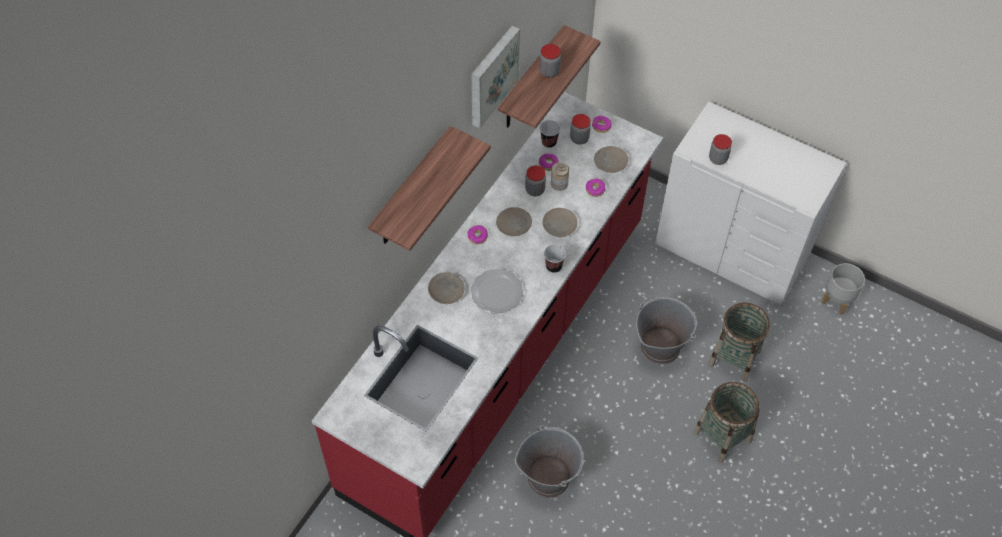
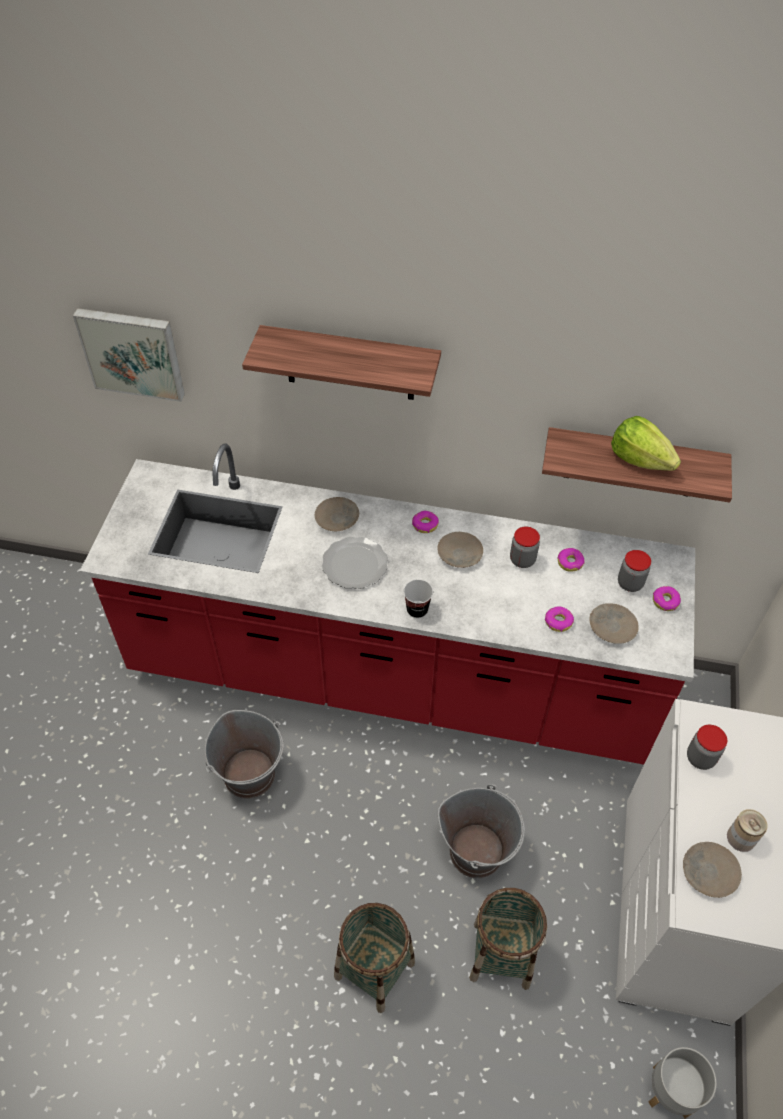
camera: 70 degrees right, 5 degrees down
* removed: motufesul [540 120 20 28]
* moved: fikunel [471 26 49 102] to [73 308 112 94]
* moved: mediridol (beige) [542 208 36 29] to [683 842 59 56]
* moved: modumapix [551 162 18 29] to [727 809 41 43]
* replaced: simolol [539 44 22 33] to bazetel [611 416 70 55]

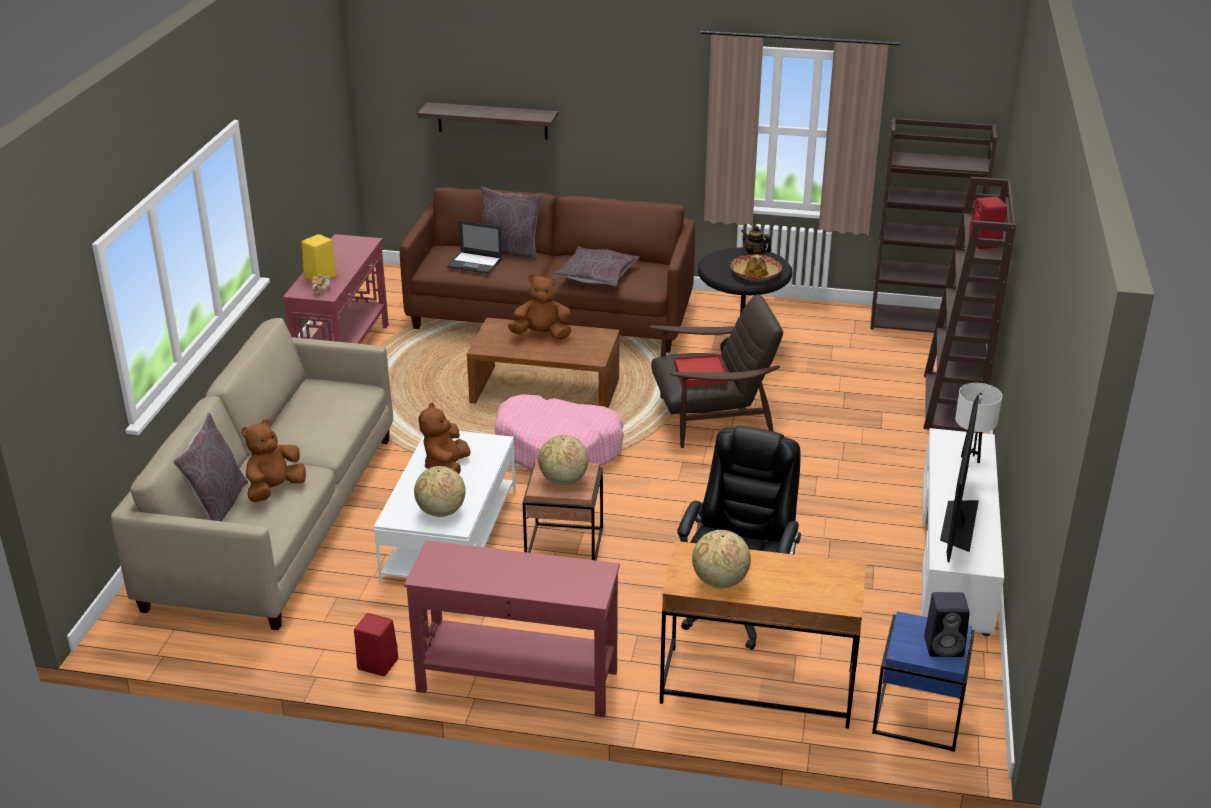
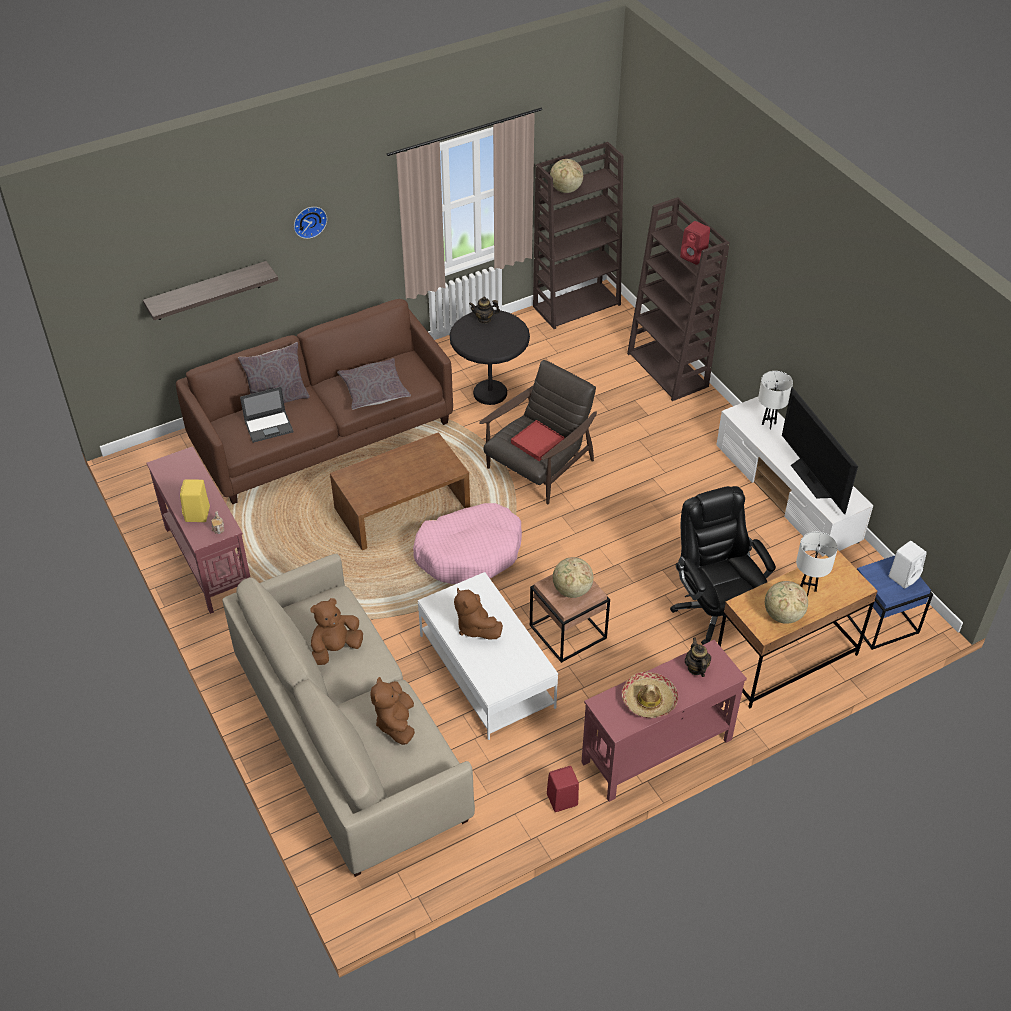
camera: 40 degrees left, 15 degrees up
* removed: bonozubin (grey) [173 413 75 108]
* added: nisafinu [294 207 33 32]
* added: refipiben [685 638 26 39]
* added: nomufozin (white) [796 532 42 64]
* moved: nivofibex [414 466 52 51] to [550 159 33 34]
* moved: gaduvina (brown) [508 274 63 66] to [311 598 52 67]
* moved: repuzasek [730 254 52 26] to [622 672 56 46]
* recoloured: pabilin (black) [924 592 46 65] to pabilin (white) [889 541 38 48]

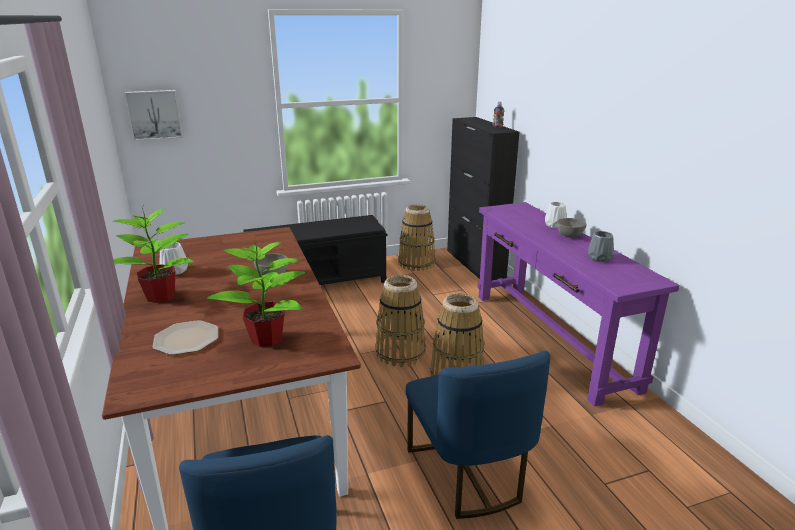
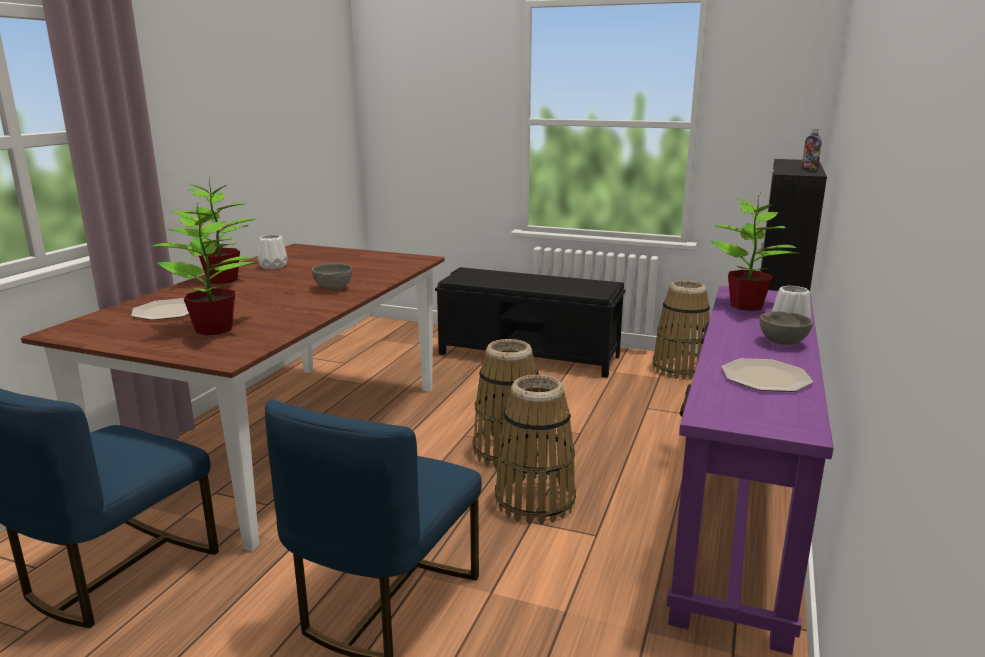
camera: 40 degrees right, 5 degrees down
* removed: fikunel [125 90 58 51]
* added: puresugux [710 194 90 117]
* replaced: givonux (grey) [588 231 26 31] to mediridol [721 358 92 34]

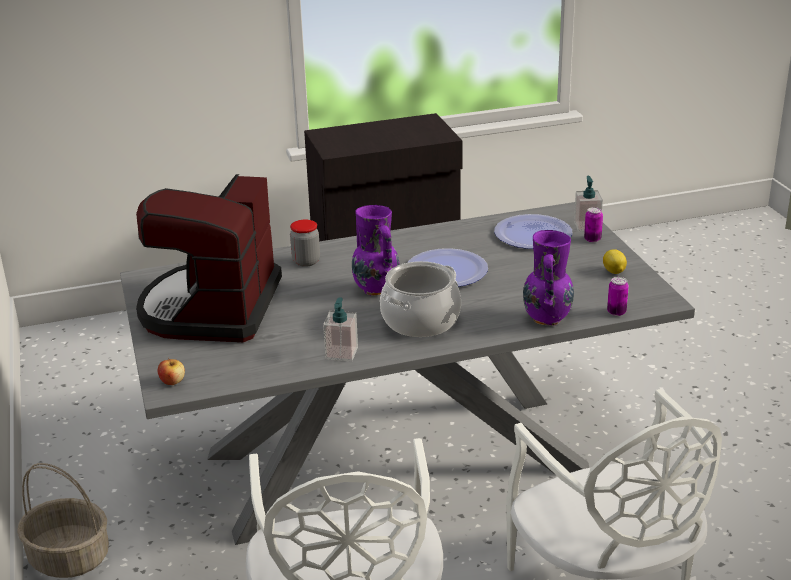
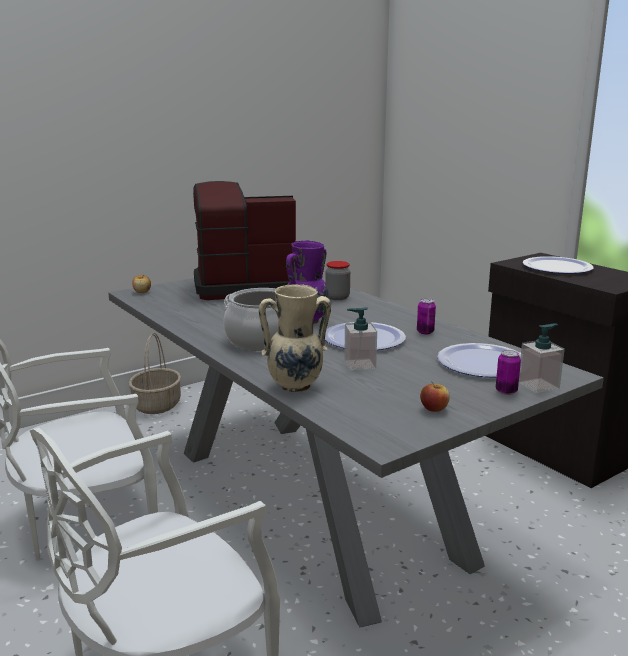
camera: 70 degrees right, 10 degrees down
* added: mediridol [523 256 71 18]
* moved: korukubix [323 297 35 64] to [344 307 33 64]
* moved: modumapix [607 277 22 39] to [417 299 19 36]
* replaced: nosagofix [603 249 24 25] to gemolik [420 381 30 31]
* recoloured: givonux (purple) [523 230 51 96] to givonux (beige) [259 284 72 108]

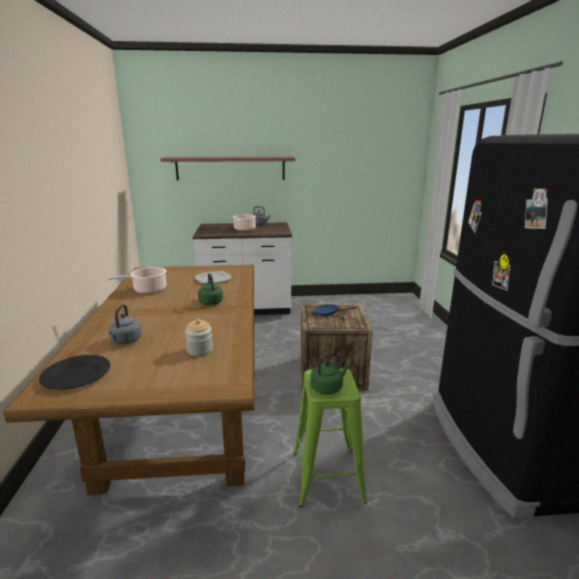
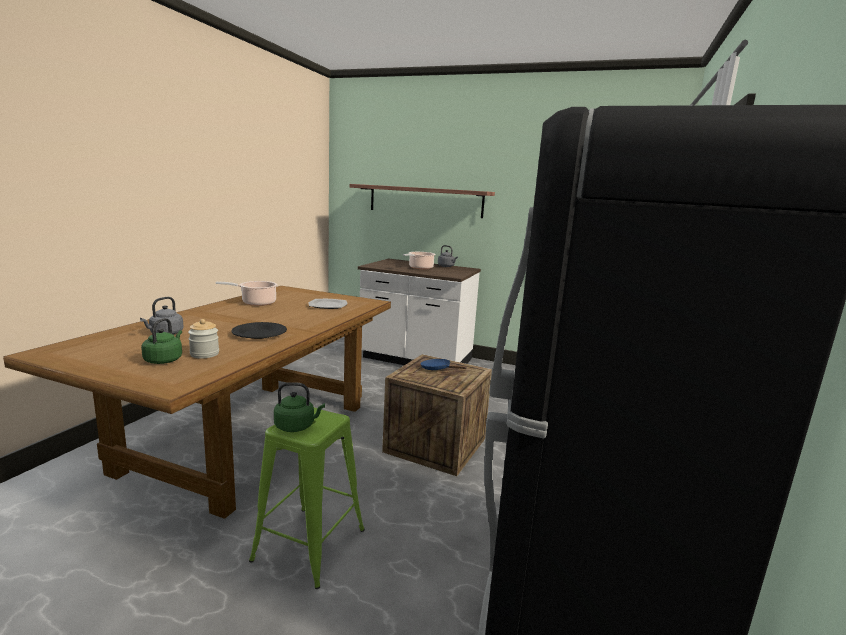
camera: 25 degrees right, 5 degrees down
* moved: mediridol (black) [39 355 71 35] to [231 322 56 17]
* moved: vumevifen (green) [198 273 25 32] to [141 318 41 46]

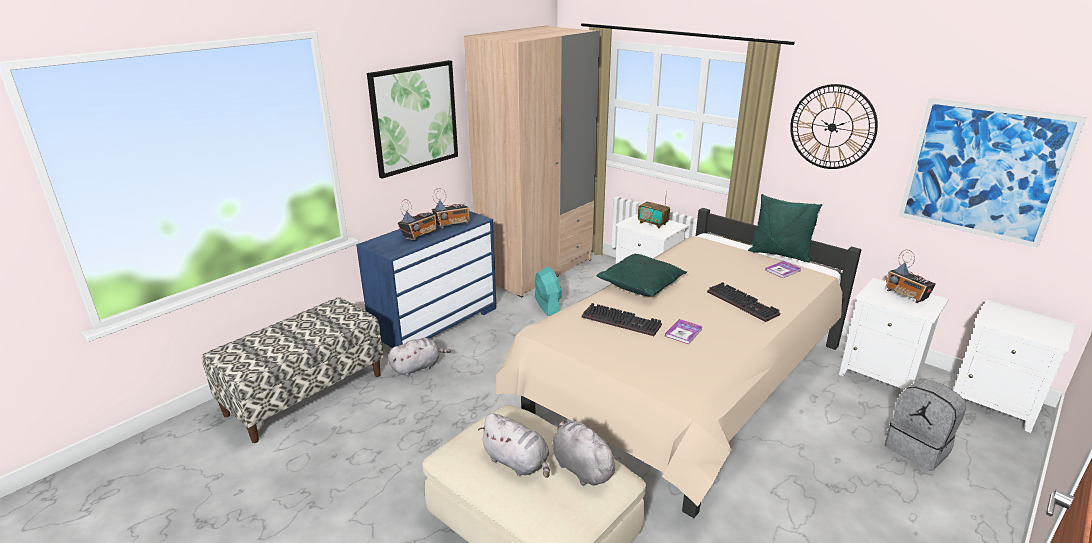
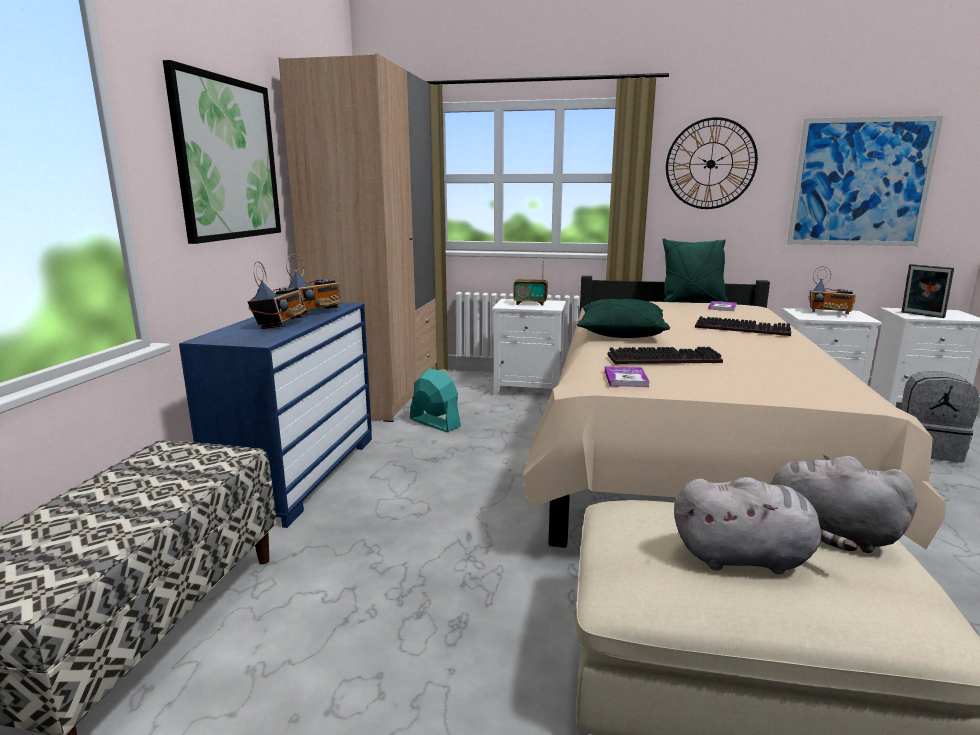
camera: 30 degrees left, 10 degrees down
* removed: gaduvina (grey) [388 338 63 38]
* added: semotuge [902 264 52 54]
* moved: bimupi [665 319 38 25] to [605 366 45 21]

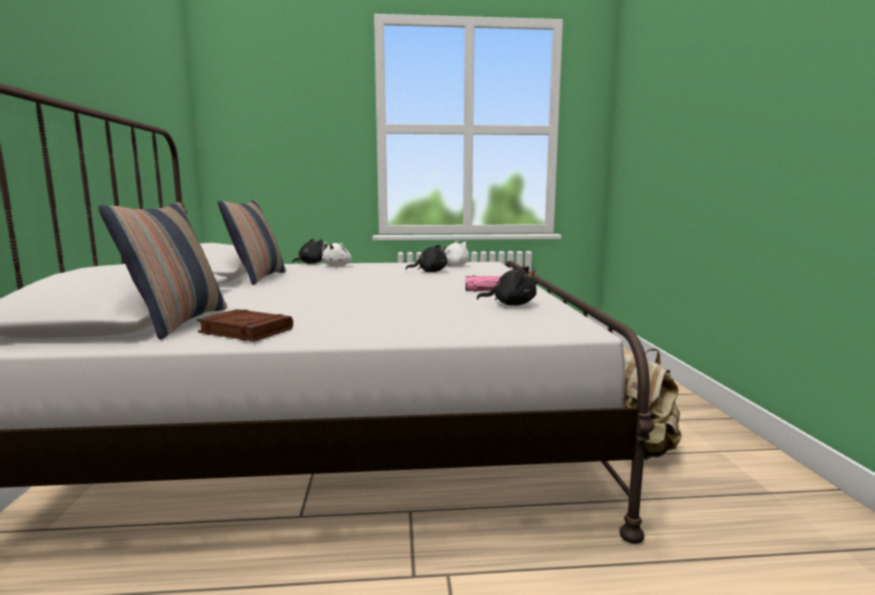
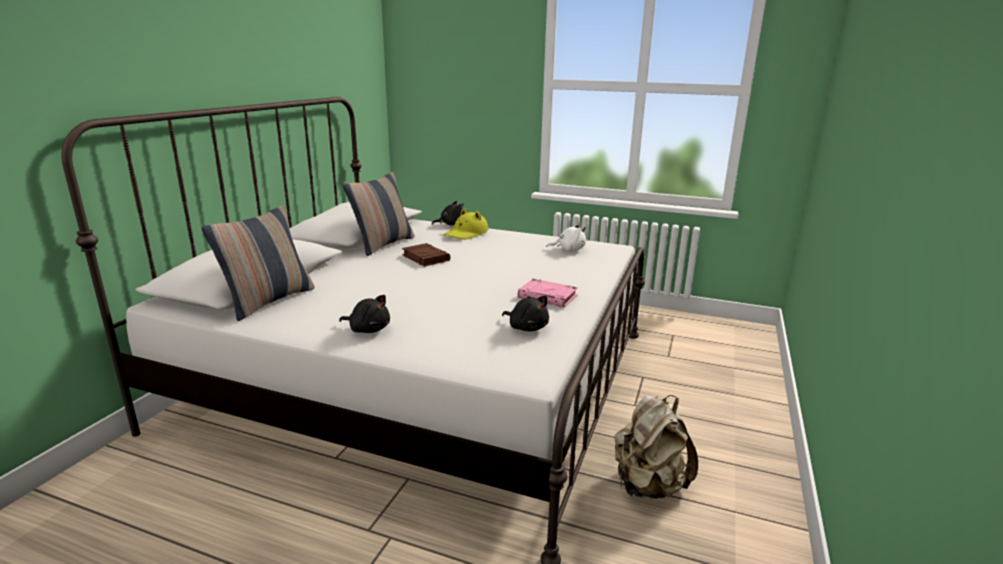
camera: 25 degrees right, 10 degrees up
* moved: bimupi (brown) [197 309 96 33] to [402 243 48 24]
* moved: gaduvina (black) [405 244 42 28] to [339 295 51 38]
* replaced: gaduvina (white) [322 242 30 25] to repuzasek (yellow) [444 208 44 31]

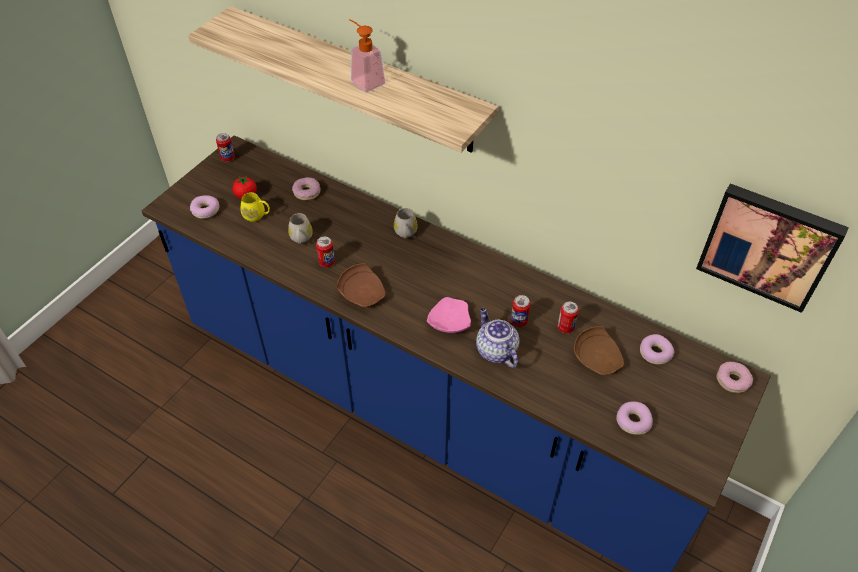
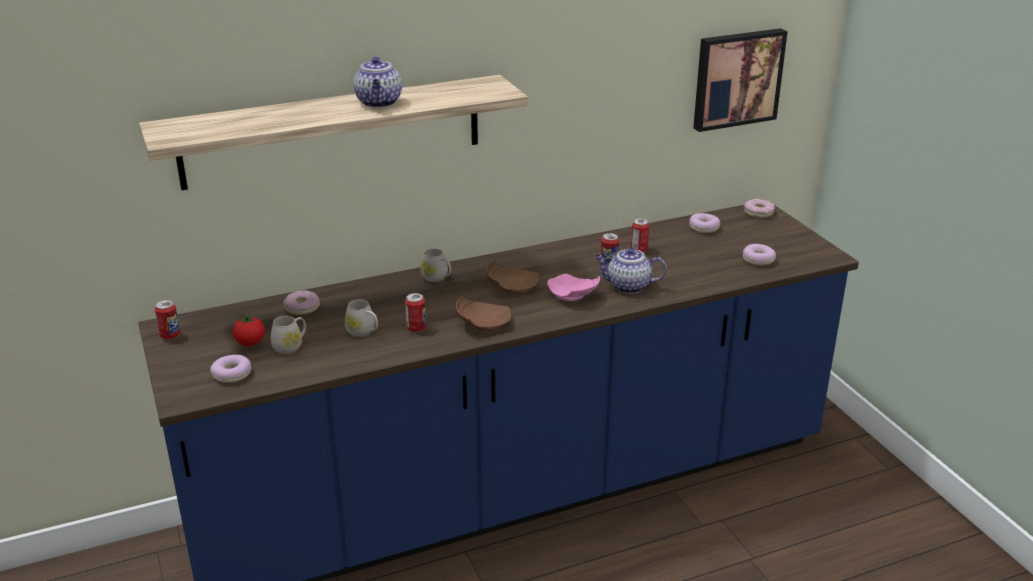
camera: 55 degrees left, 20 degrees down
* moved: mediridol (brown) [574 326 50 49] to [487 260 51 34]
* replaced: korukubix [349 19 36 73] to refipiben [354 57 48 51]
* recoloured: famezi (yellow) [241 192 29 30] to famezi (white) [271 316 35 38]

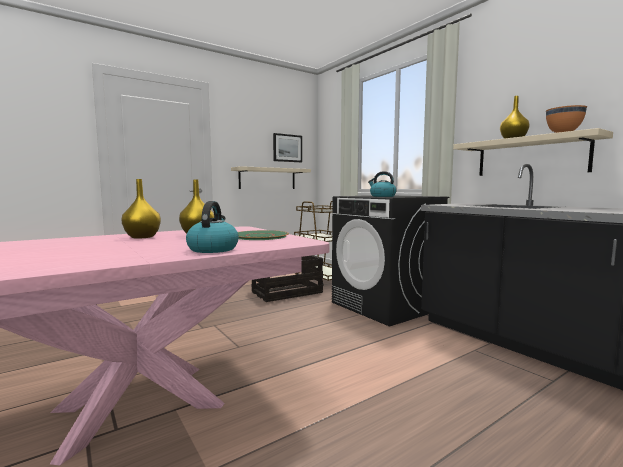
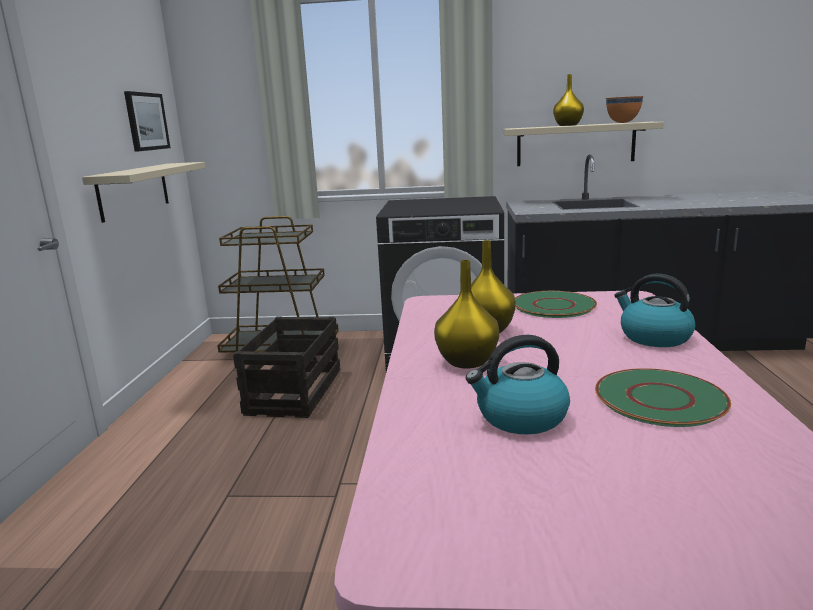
camera: 50 degrees left, 10 degrees up
* added: mediridol (green) [595 368 136 59]
* moved: vumevifen [368 171 29 26] to [466 335 104 99]

